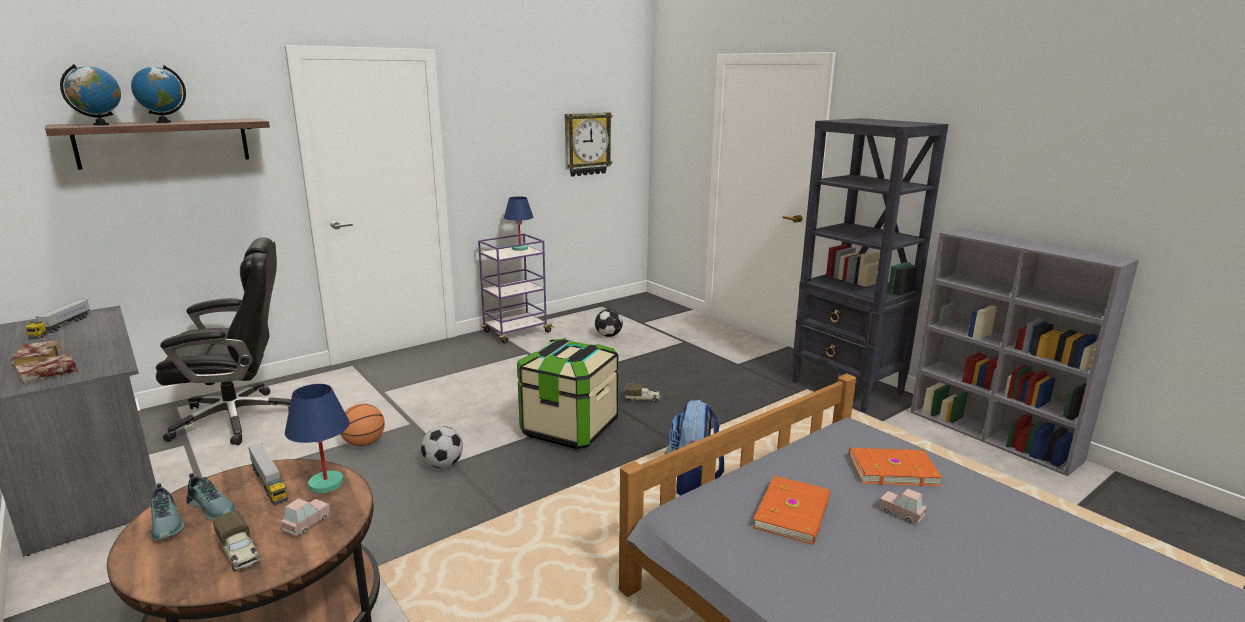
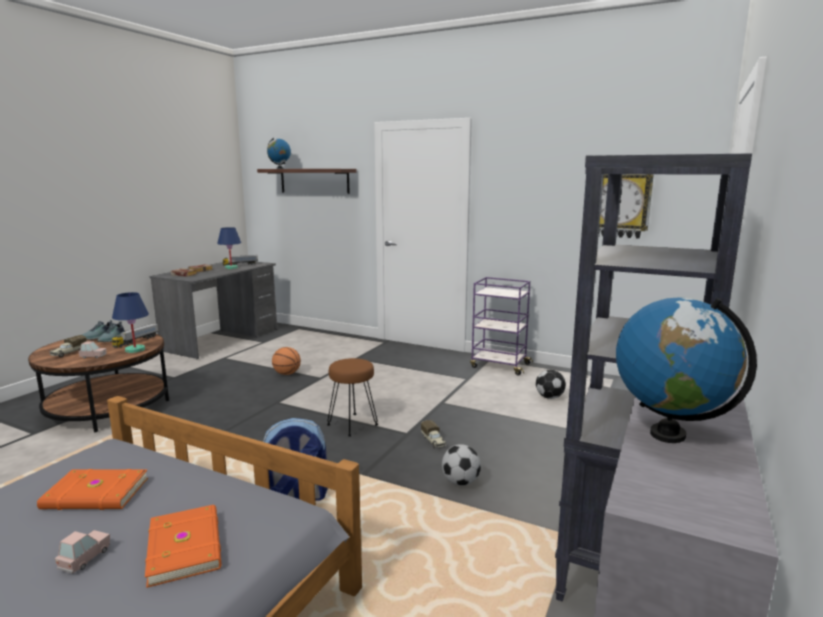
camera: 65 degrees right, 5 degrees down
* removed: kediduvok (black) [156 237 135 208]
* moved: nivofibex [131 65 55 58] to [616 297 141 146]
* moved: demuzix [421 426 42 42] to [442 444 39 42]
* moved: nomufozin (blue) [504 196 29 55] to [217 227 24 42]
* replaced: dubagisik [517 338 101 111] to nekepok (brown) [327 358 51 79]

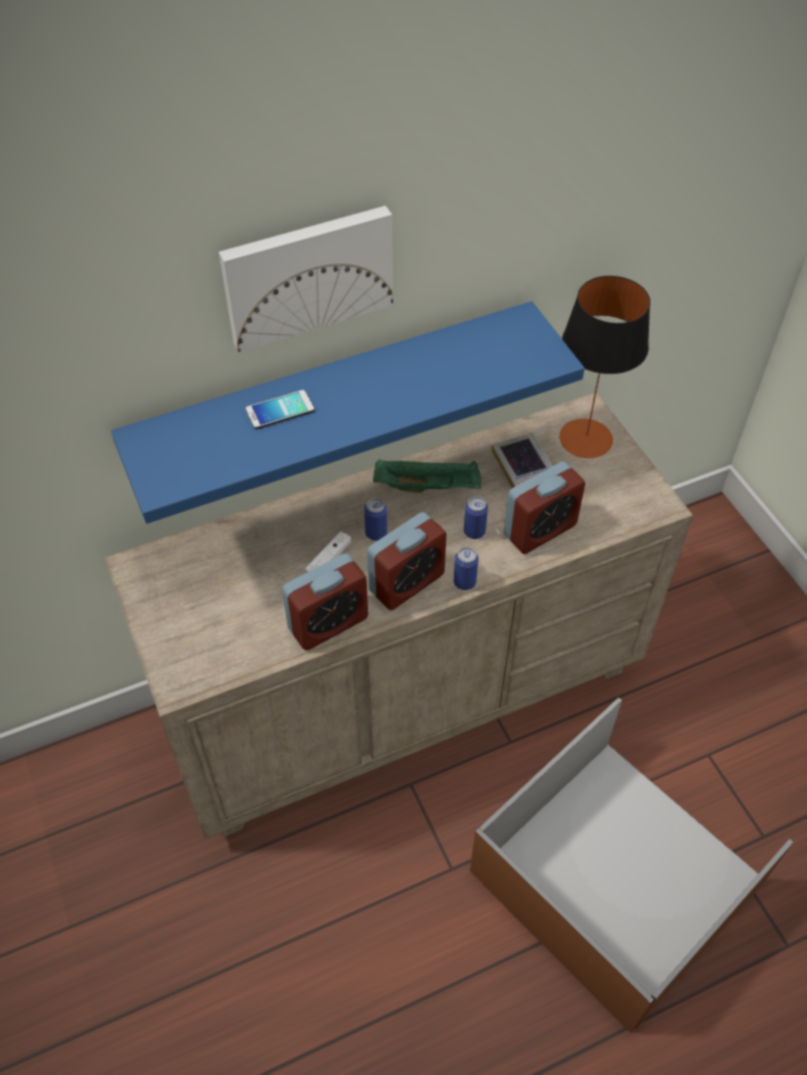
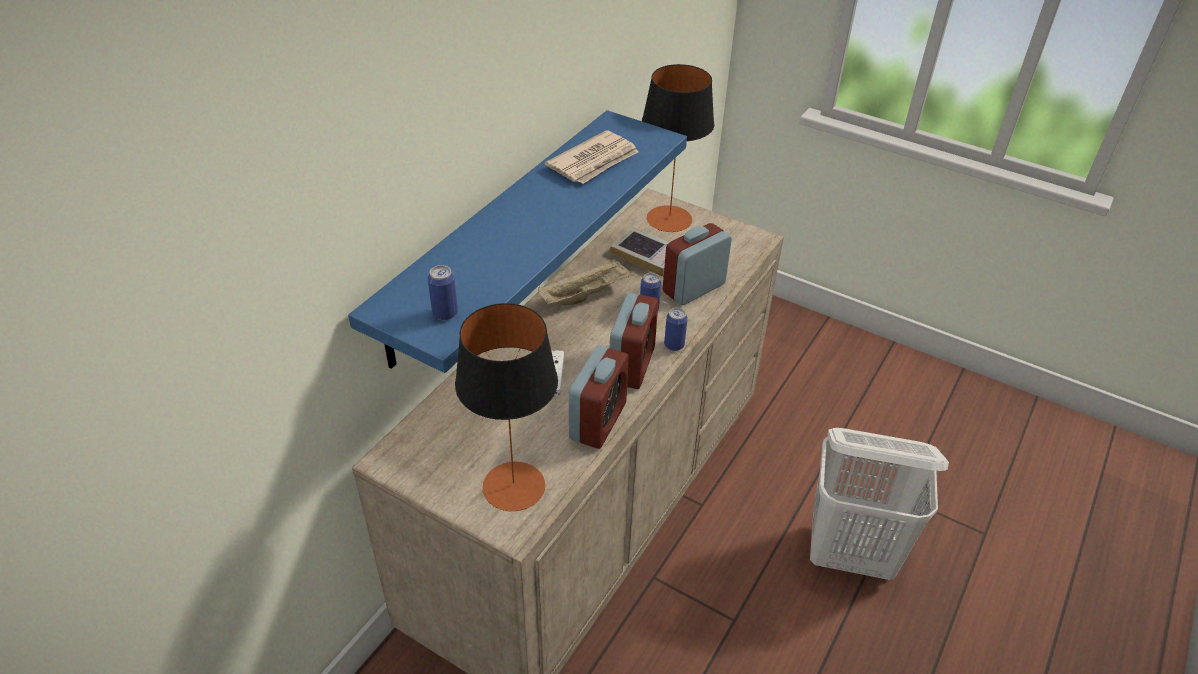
camera: 35 degrees left, 10 degrees down
* removed: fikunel [219 206 174 146]
* removed: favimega [246 390 68 39]
* added: nomufozin [455 303 103 208]
* added: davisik [545 130 94 54]
* moved: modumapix [364 498 23 43] to [428 265 30 55]
* replaced: dubagisik (brown) [470 697 324 336] to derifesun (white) [810 428 139 152]
* recoloured: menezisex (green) [373 459 108 34] to menezisex (beige) [538 258 97 47]
* turned: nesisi [503 461 82 93] = [663 223 69 82] 150 degrees counterclockwise

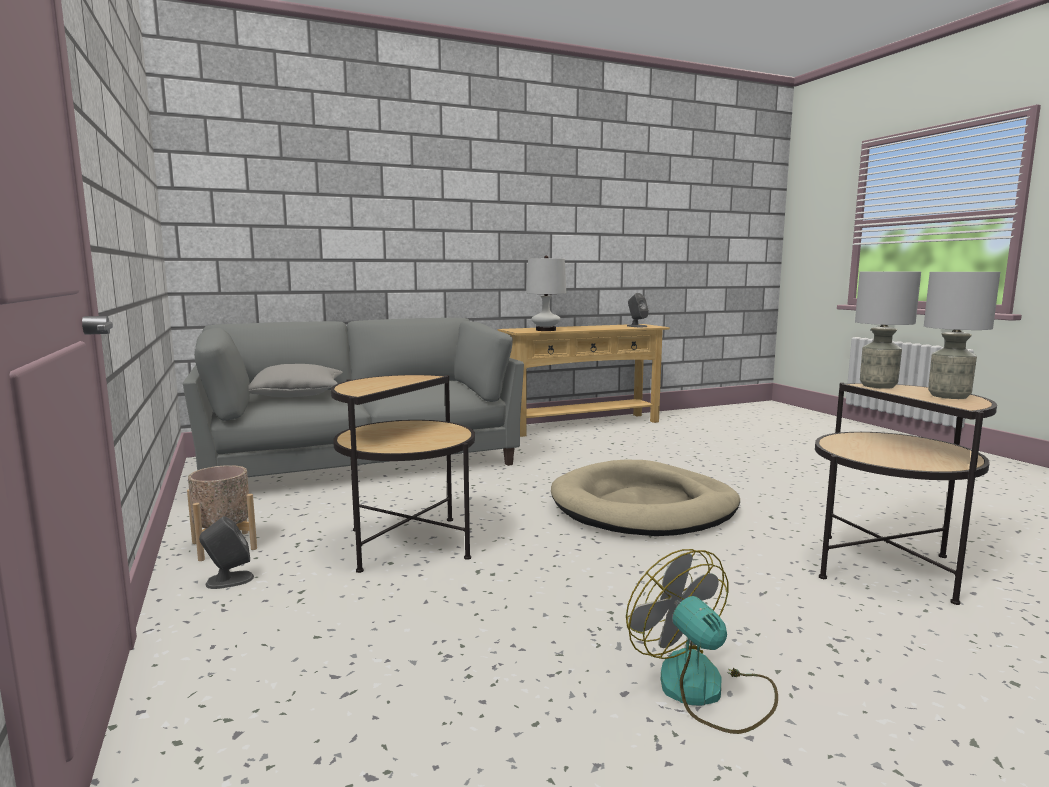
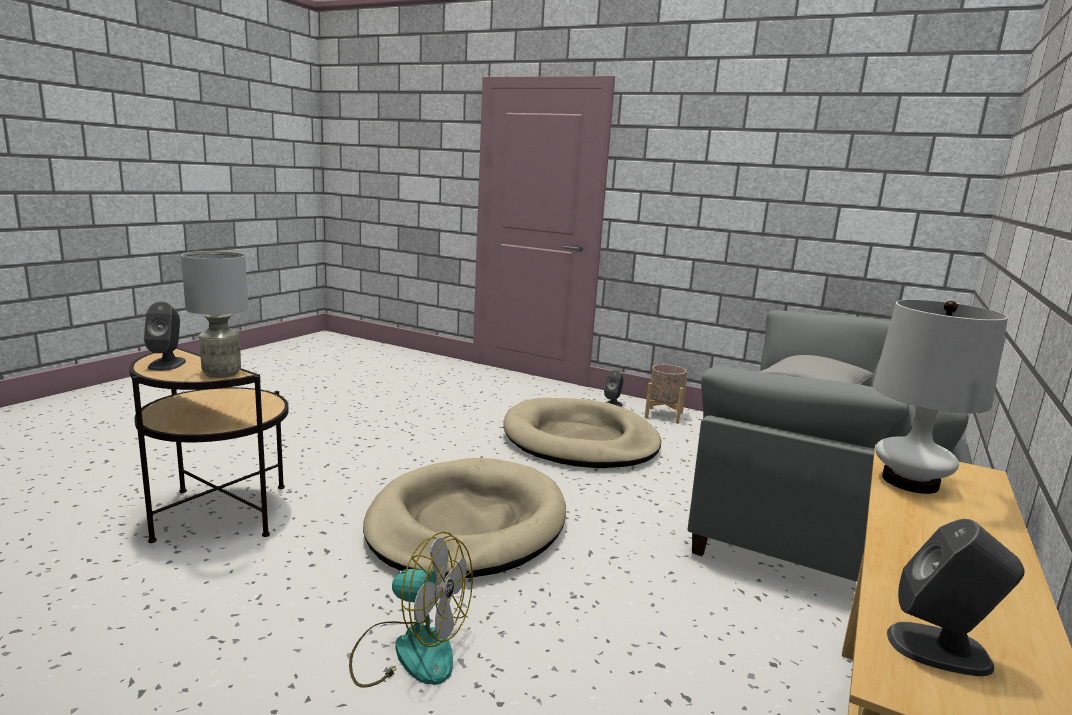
camera: 140 degrees right, 5 degrees up
* moved: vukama [626 549 152 185] to [349 532 124 156]
* replaced: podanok [331 375 144 198] to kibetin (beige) [503 398 158 70]
* replaced: nomufozin (grey) [924 272 76 127] to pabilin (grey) [144 302 42 69]

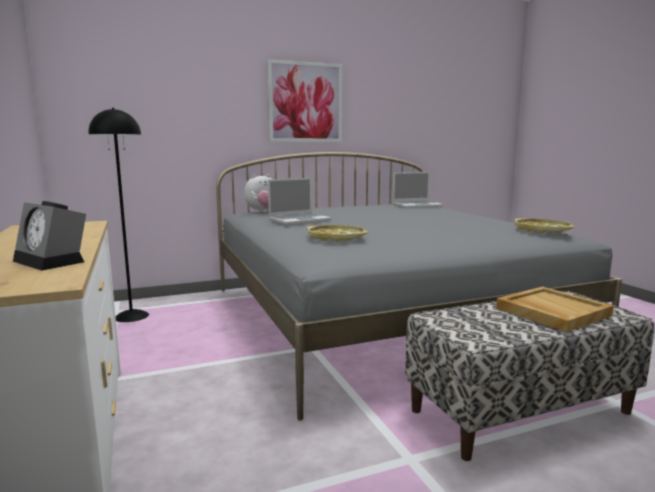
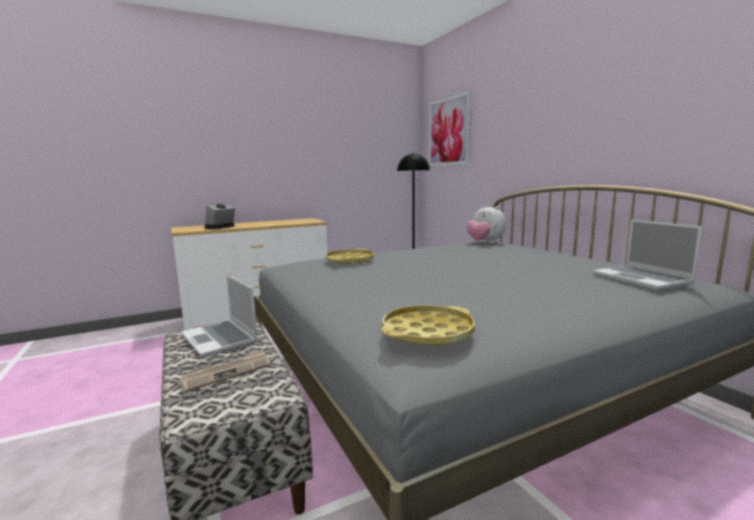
camera: 85 degrees right, 0 degrees up
* moved: fikunel [267 59 75 83] to [429 91 42 75]
* moved: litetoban [268 178 63 47] to [181 274 77 84]
* replaced: menezisex (beige) [496 287 117 45] to davisik [178 350 92 42]

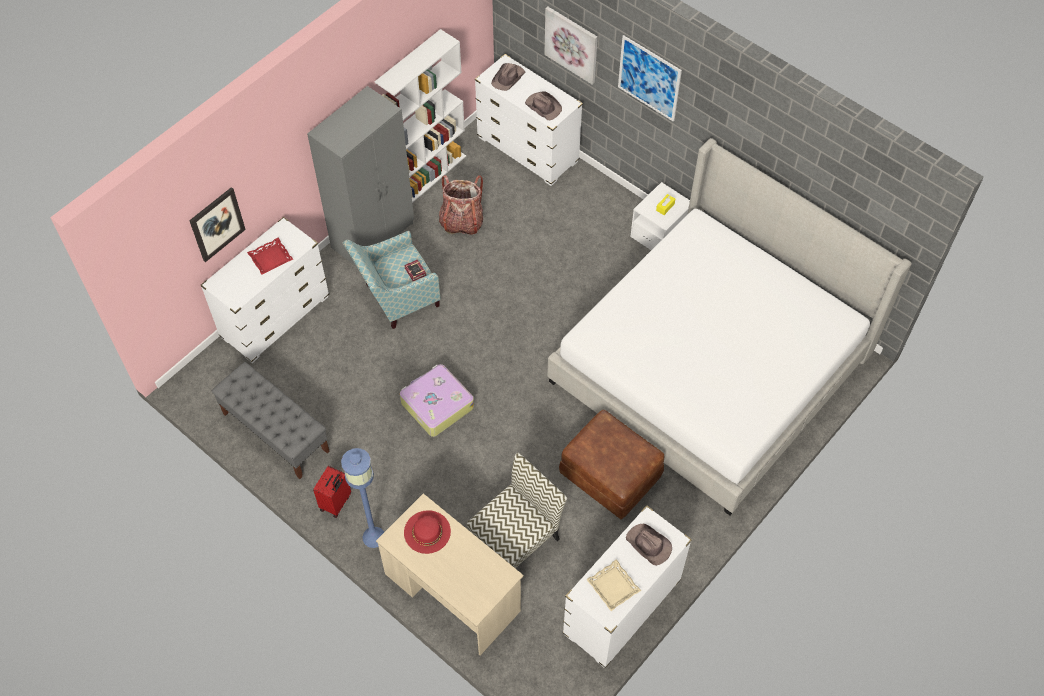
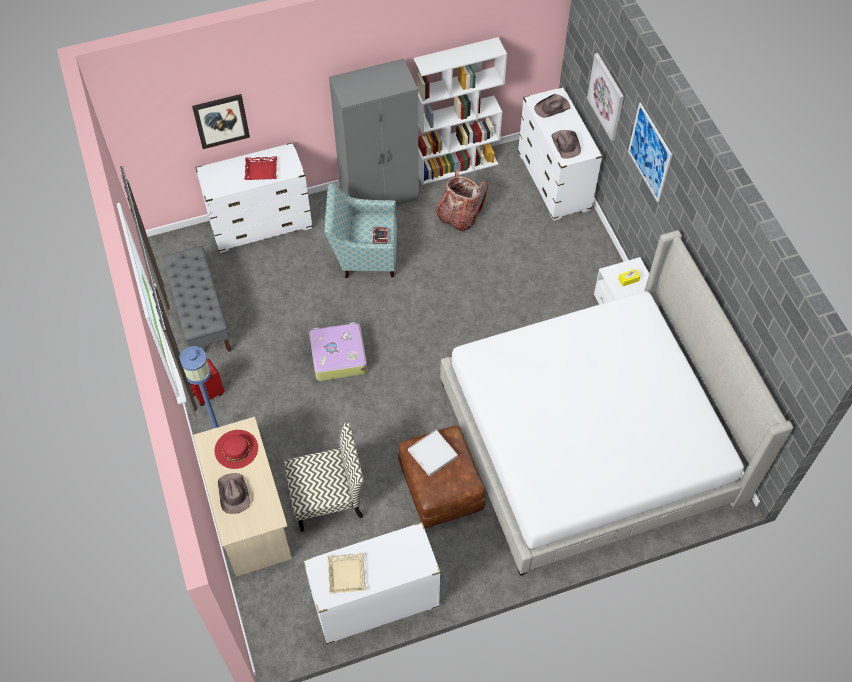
camera: 30 degrees right, 0 degrees up
* added: menezisex (white) [408 430 50 47]
* moved: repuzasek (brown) [626 523 46 43] to [218 473 32 41]

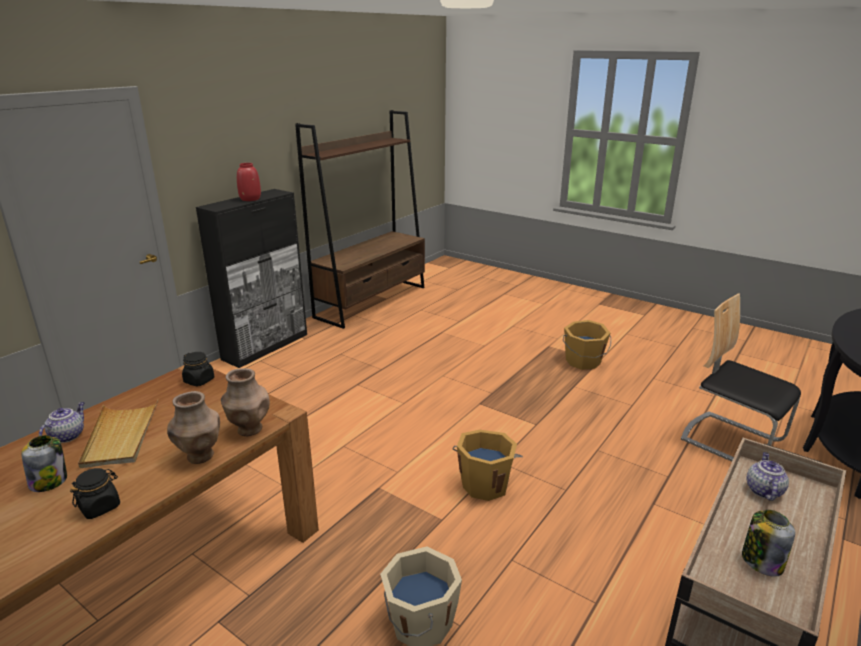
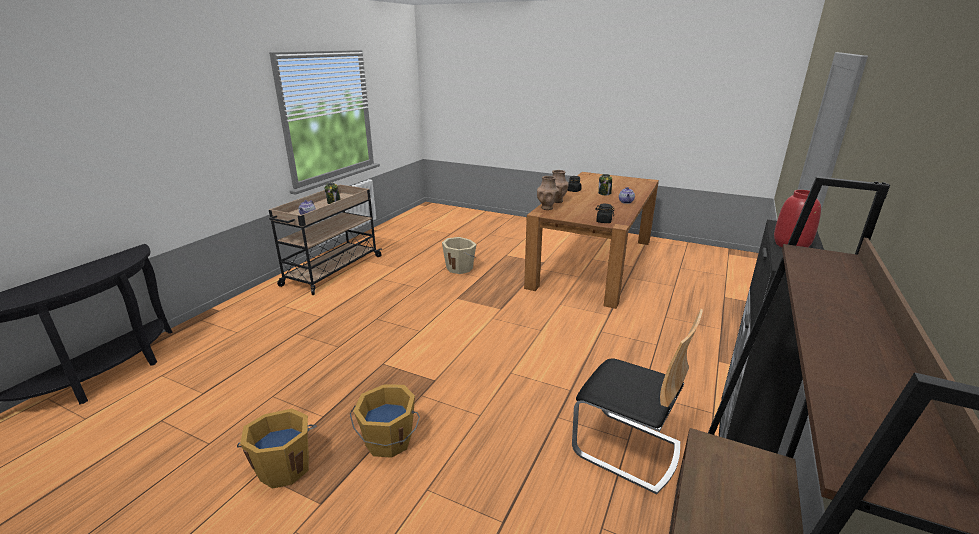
camera: 170 degrees right, 0 degrees up
* removed: menezisex (beige) [78 400 80 68]
* moved: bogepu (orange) [452 430 71 71] to [350 384 70 74]
* moved: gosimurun [681 293 120 168] to [572 309 131 185]

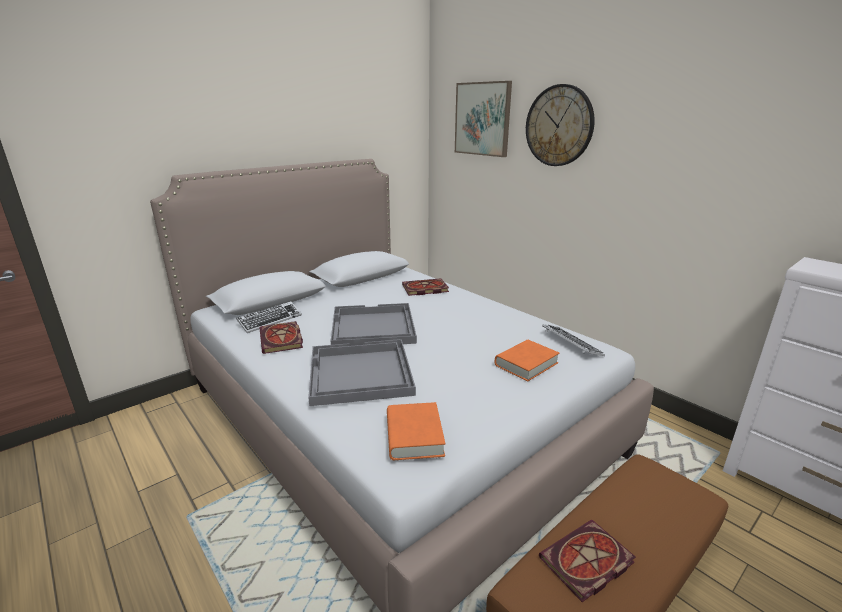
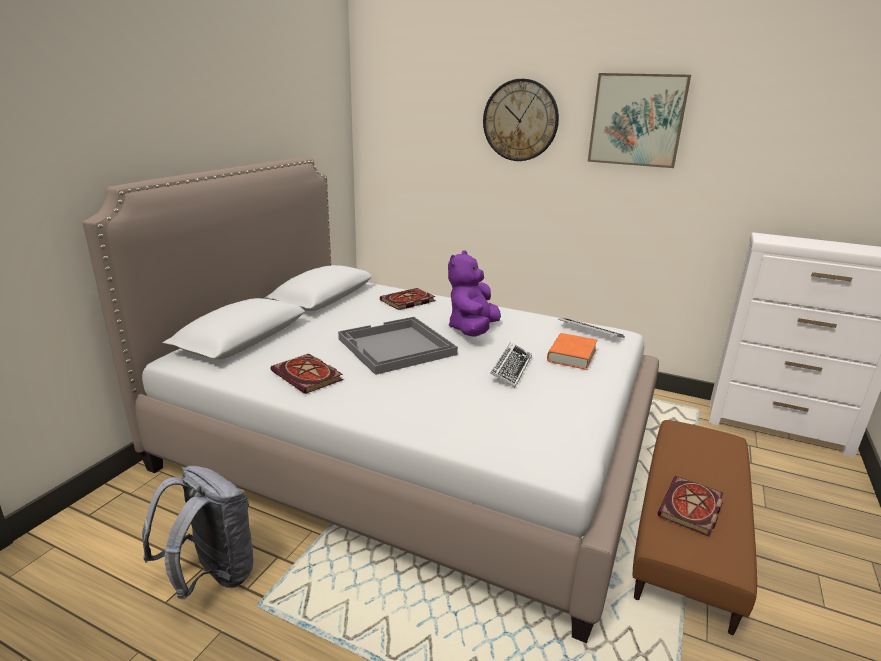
camera: 25 degrees left, 0 degrees up
* removed: menezisex (grey) [308 339 108 67]
* removed: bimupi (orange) [387 402 59 58]
* added: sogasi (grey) [142 466 111 133]
* added: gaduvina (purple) [448 251 53 86]
* moved: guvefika [236 301 66 32] to [490 342 42 46]
* moved: fikunel [455 81 57 76] to [588 73 103 95]

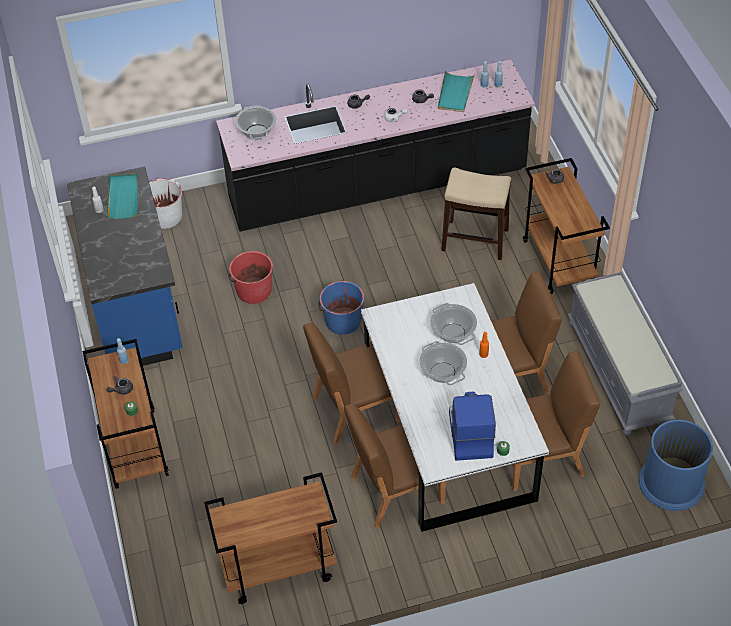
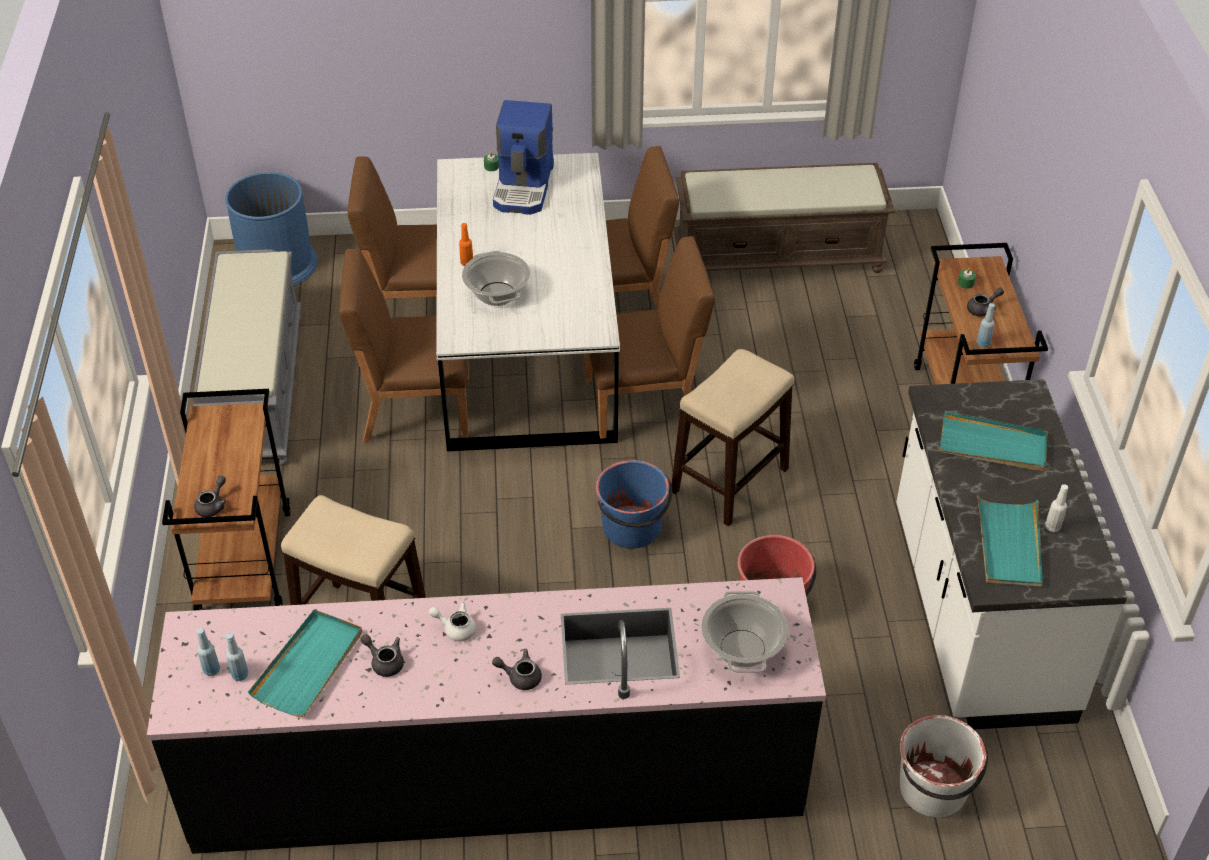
camera: 170 degrees left, 5 degrees down
* removed: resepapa [419 341 48 44]
* added: nekepok [672 349 122 177]
* added: menezisex (turquoise) [940 411 107 60]
* replaced: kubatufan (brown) [204 472 133 132] to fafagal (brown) [674 163 221 110]
* recoloured: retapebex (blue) [67 166 116 200] to retapebex (white) [896 379 231 351]

